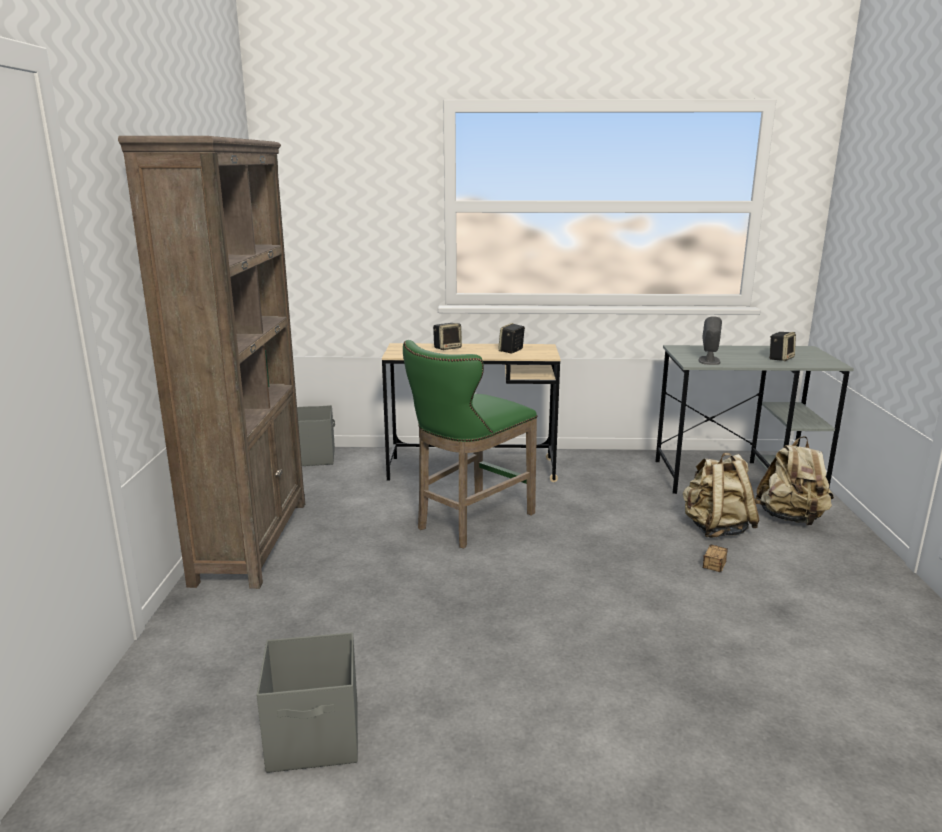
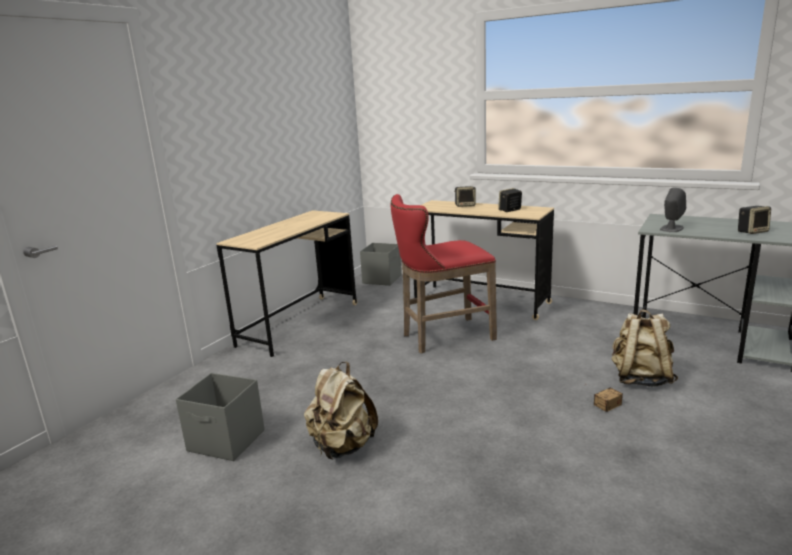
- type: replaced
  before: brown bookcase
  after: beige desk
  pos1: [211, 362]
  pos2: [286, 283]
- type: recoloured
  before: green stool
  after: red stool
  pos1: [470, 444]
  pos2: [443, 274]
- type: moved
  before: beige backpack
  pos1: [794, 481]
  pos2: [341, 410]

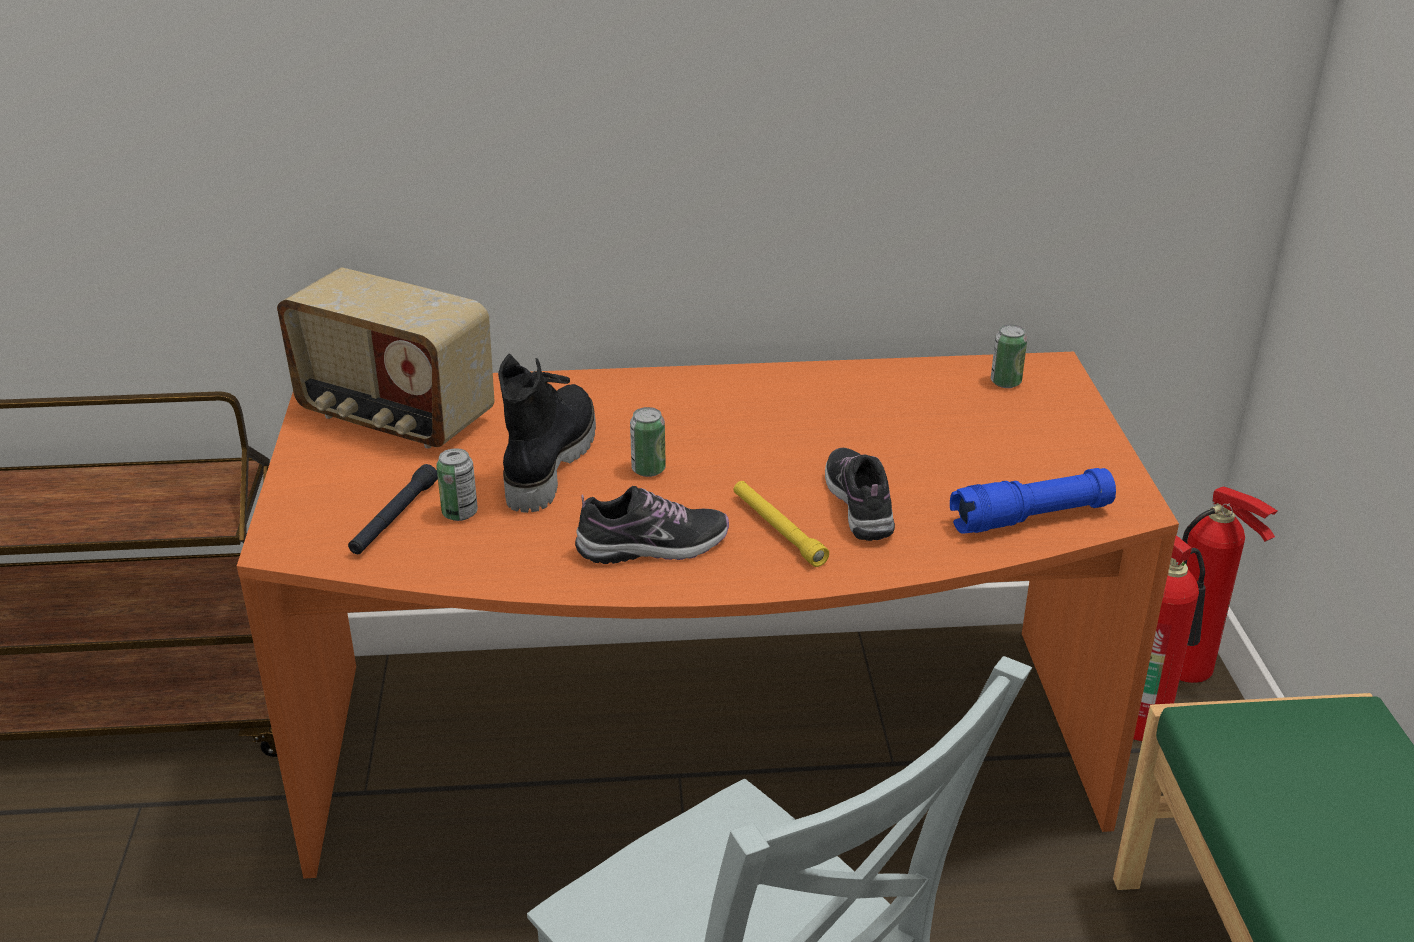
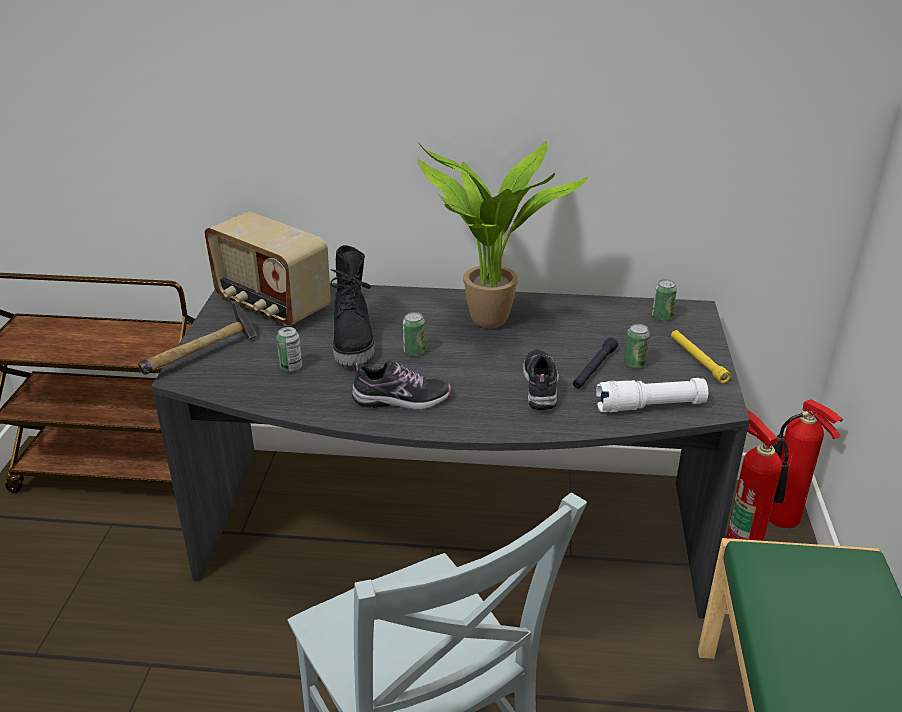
- type: recoloured
  before: orange desk
  after: grey desk
  pos1: [708, 615]
  pos2: [450, 451]
- type: moved
  before: black flashlight
  pos1: [393, 509]
  pos2: [595, 363]
- type: turned
  before: black boot
  pos1: [547, 433]
  pos2: [352, 305]
  turn: 150
- type: moved
  before: yellow flashlight
  pos1: [781, 524]
  pos2: [701, 356]
- type: recoloured
  before: blue flashlight
  after: white flashlight
  pos1: [1033, 501]
  pos2: [652, 395]
- type: added
  after: hammer
  pos2: [197, 338]
- type: added
  after: potted plant
  pos2: [503, 234]
- type: added
  after: can
  pos2: [637, 346]

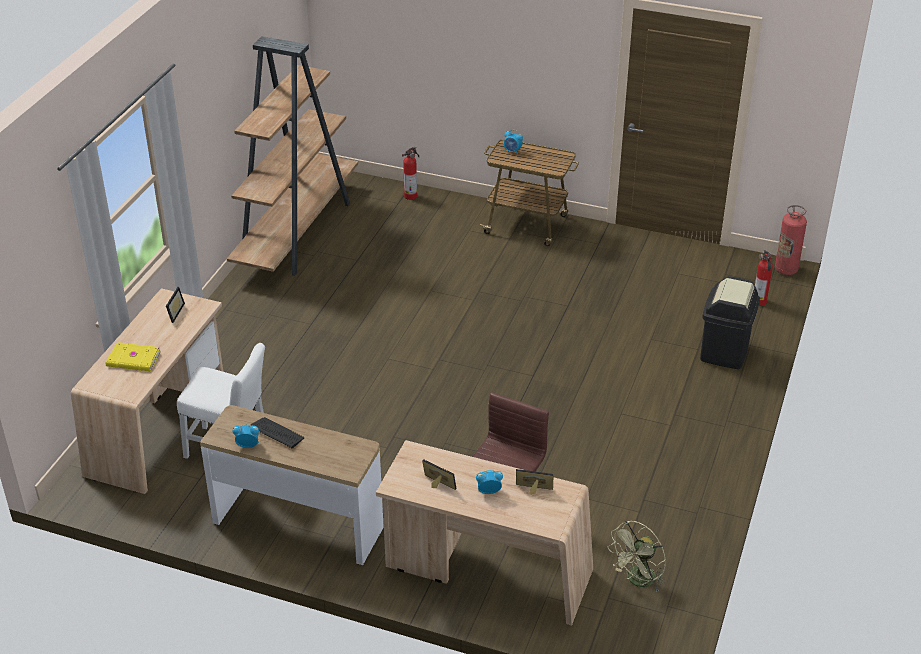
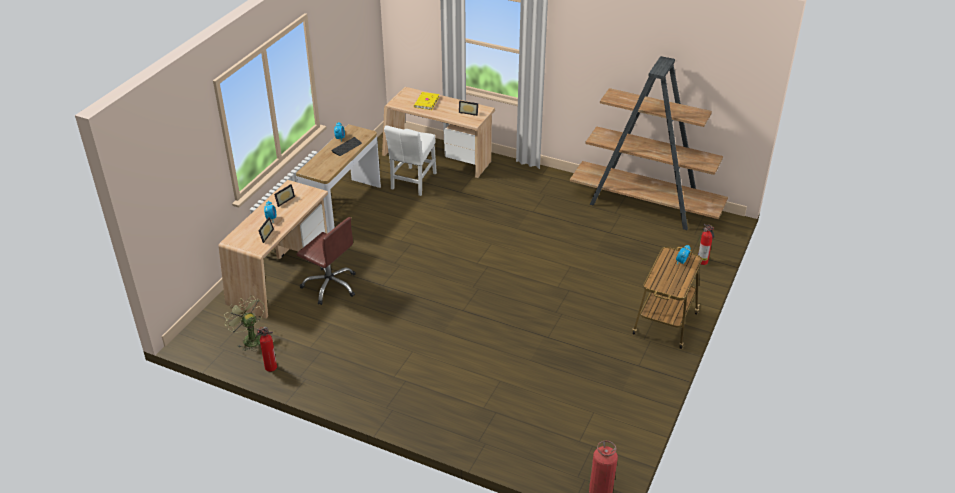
- type: removed
  before: black trash can
  pos1: [730, 322]
- type: moved
  before: fire extinguisher
  pos1: [764, 278]
  pos2: [266, 349]

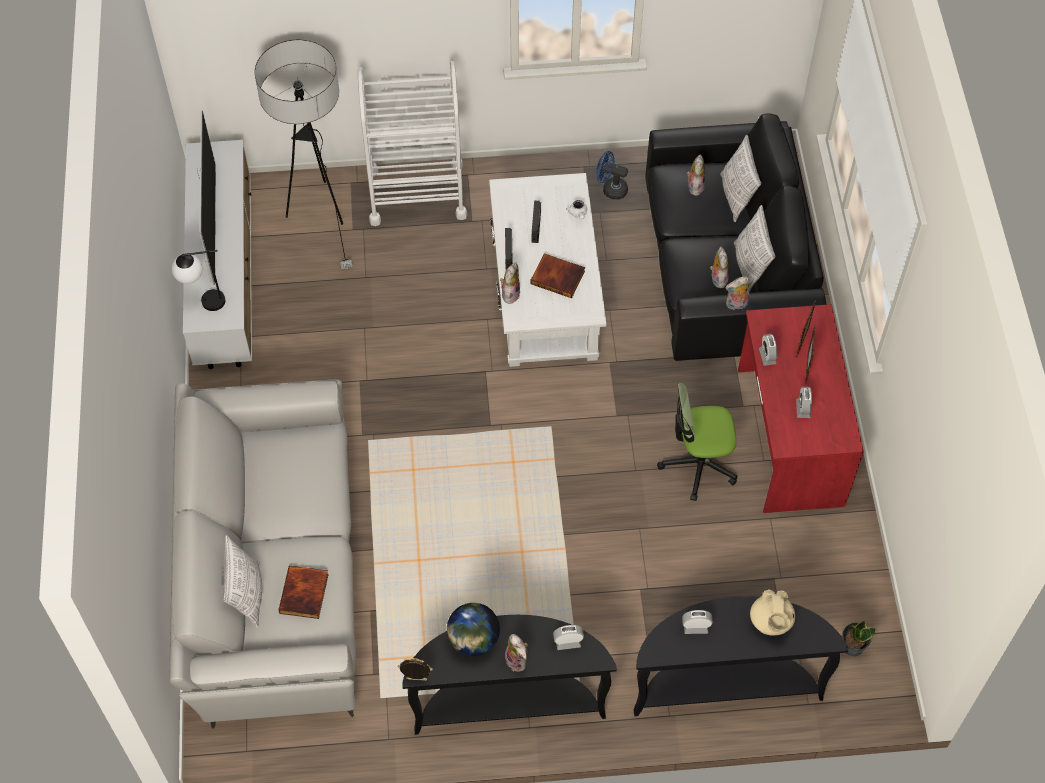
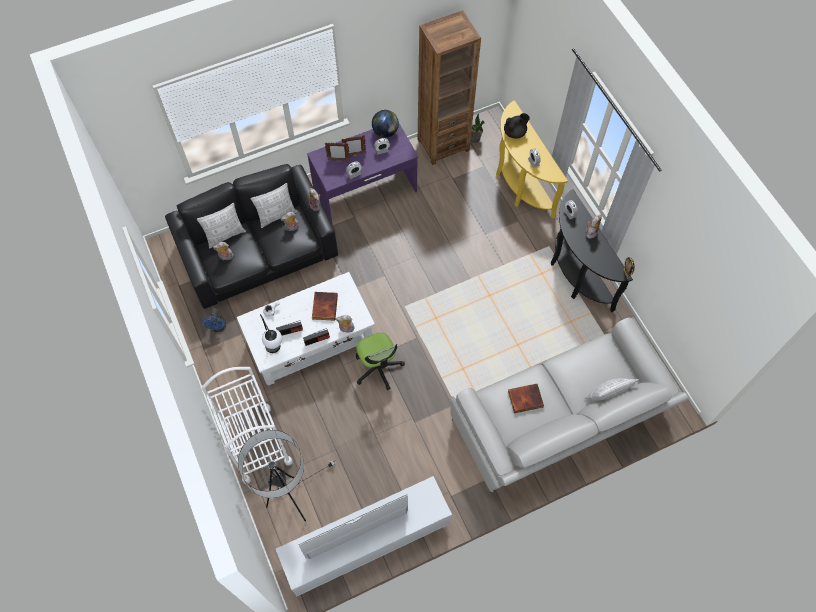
- type: moved
  before: table lamp
  pos1: [198, 280]
  pos2: [271, 333]
- type: moved
  before: book
  pos1: [304, 592]
  pos2: [526, 398]
- type: moved
  before: globe
  pos1: [473, 629]
  pos2: [385, 124]
- type: recoloured
  before: black console table
  after: yellow console table
  pos1: [740, 656]
  pos2: [532, 159]
- type: moved
  before: office chair
  pos1: [697, 442]
  pos2: [380, 361]
- type: recoloured
  before: red desk
  after: purple desk
  pos1: [801, 408]
  pos2: [362, 174]
- type: recoloured
  before: beige teapot
  after: black teapot
  pos1: [772, 612]
  pos2: [517, 126]
- type: added
  after: brown bookcase
  pos2: [449, 87]

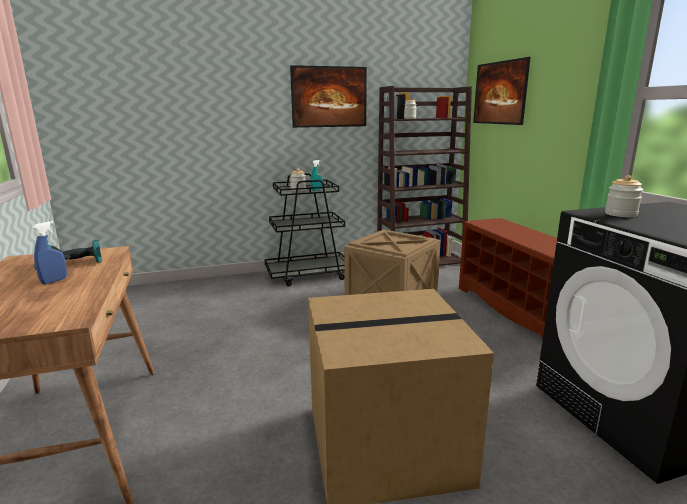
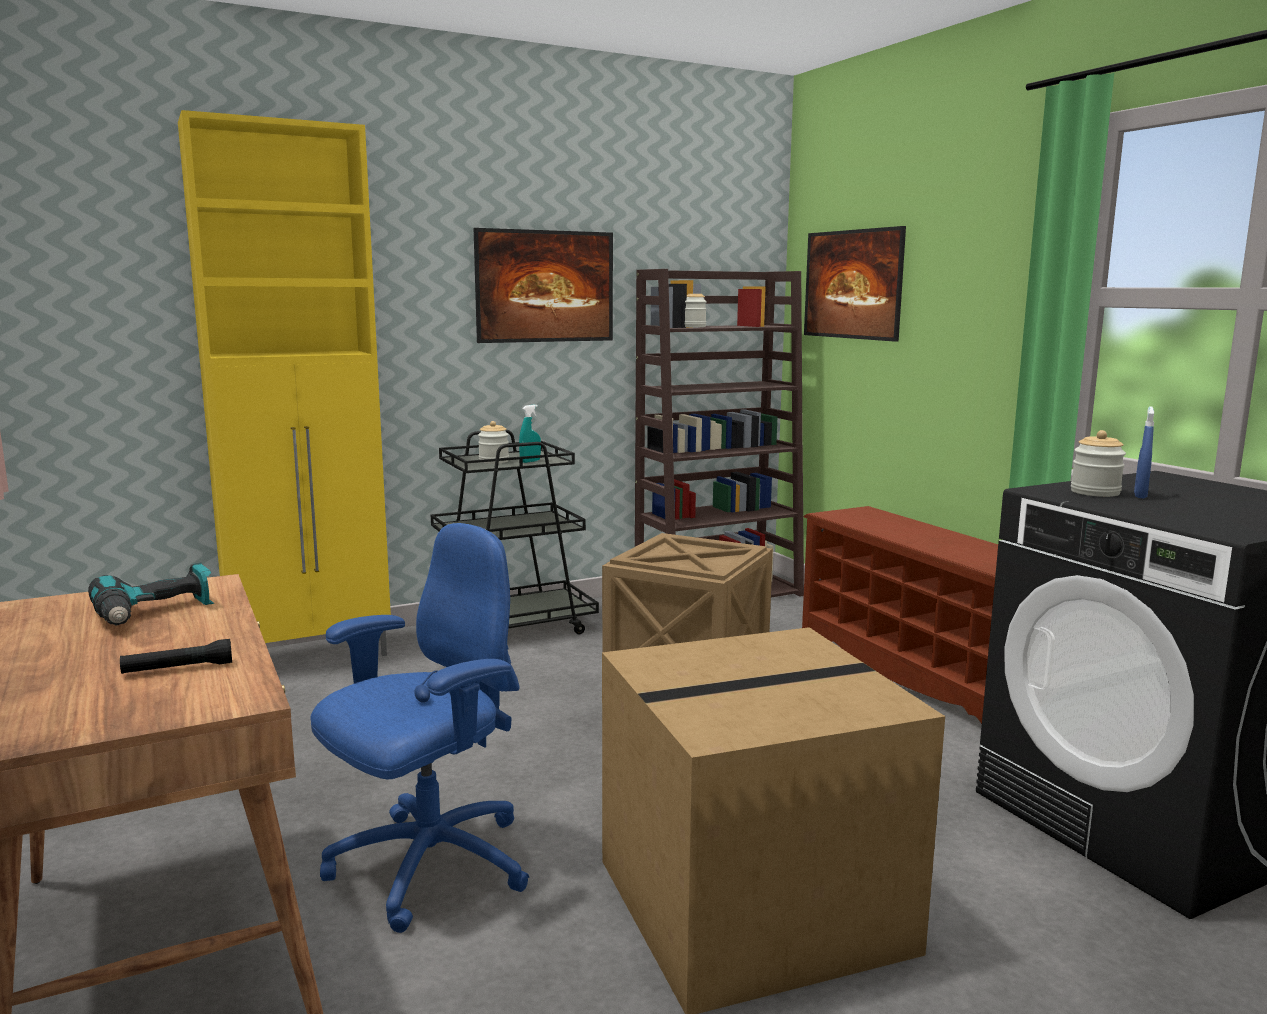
- type: moved
  before: blue spray bottle
  pos1: [49, 252]
  pos2: [1144, 452]
- type: added
  after: black flashlight
  pos2: [176, 656]
- type: added
  after: yellow cabinet
  pos2: [284, 383]
- type: added
  after: blue office chair
  pos2: [420, 728]

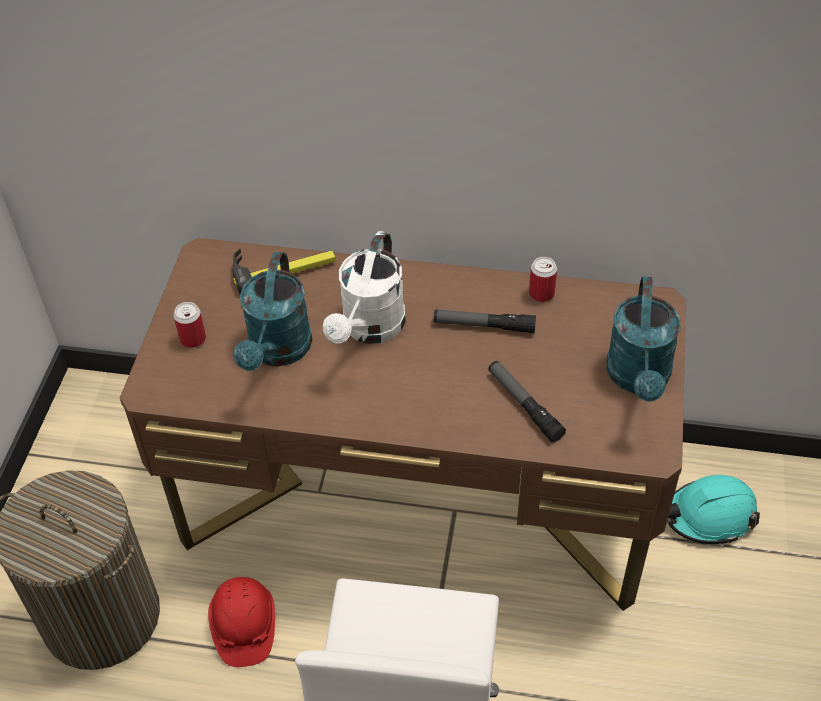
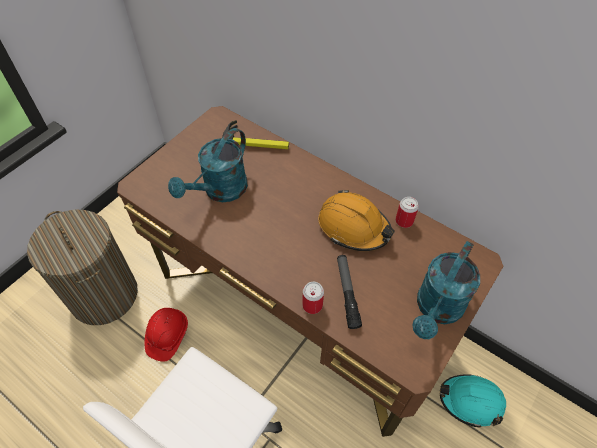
- type: moved
  before: can
  pos1: [189, 325]
  pos2: [313, 298]
- type: removed
  before: white watering can
  pos1: [364, 287]
- type: replaced
  before: flashlight
  after: orange hard hat
  pos1: [485, 321]
  pos2: [356, 220]

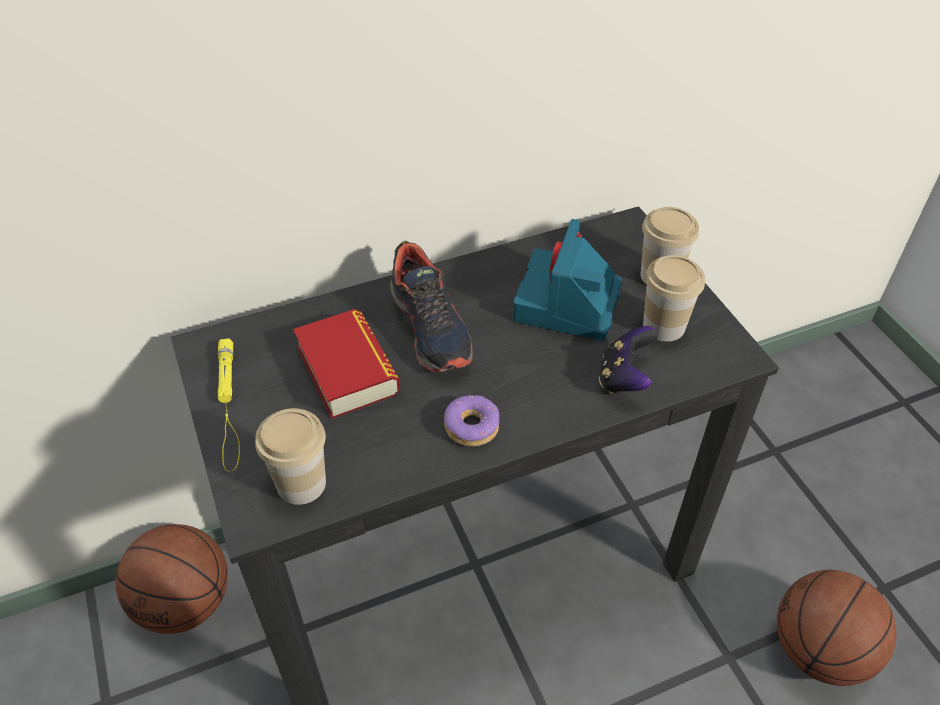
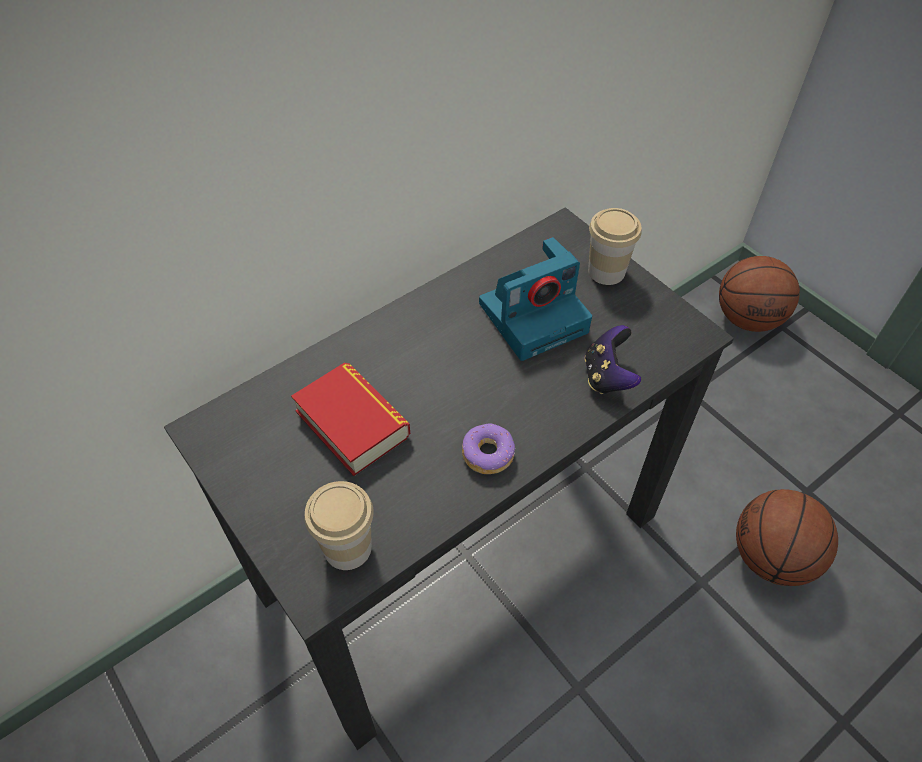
- type: moved
  before: basketball
  pos1: [172, 579]
  pos2: [759, 294]
- type: removed
  before: yellow flashlight
  pos1: [228, 404]
- type: removed
  before: shoe
  pos1: [431, 307]
- type: turned
  before: photo camera
  pos1: [567, 280]
  pos2: [535, 299]
  turn: -120
- type: removed
  before: cup
  pos1: [674, 298]

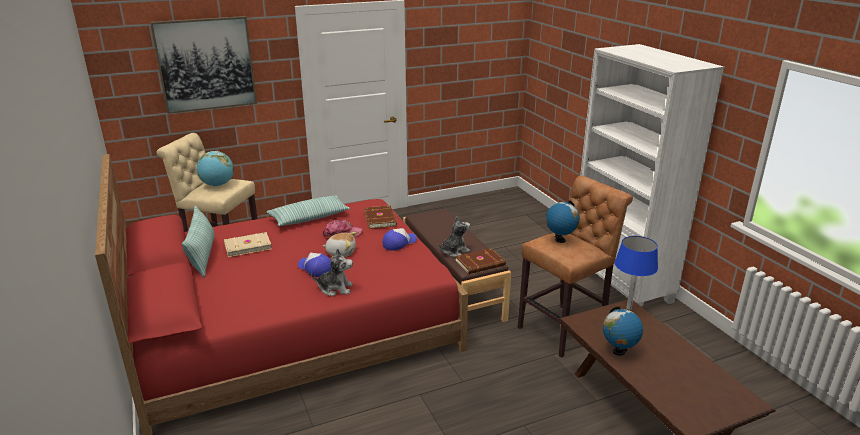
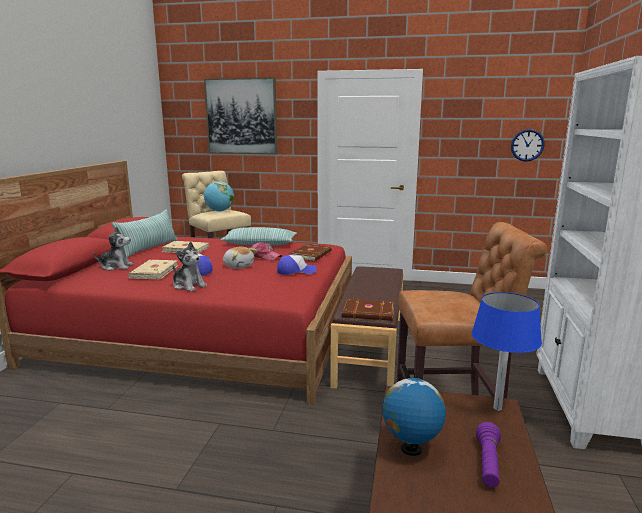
- type: moved
  before: plush toy
  pos1: [454, 236]
  pos2: [113, 249]
- type: removed
  before: globe
  pos1: [563, 221]
- type: added
  after: beige book
  pos2: [153, 269]
- type: added
  after: purple flashlight
  pos2: [488, 454]
- type: added
  after: wall clock
  pos2: [528, 145]

